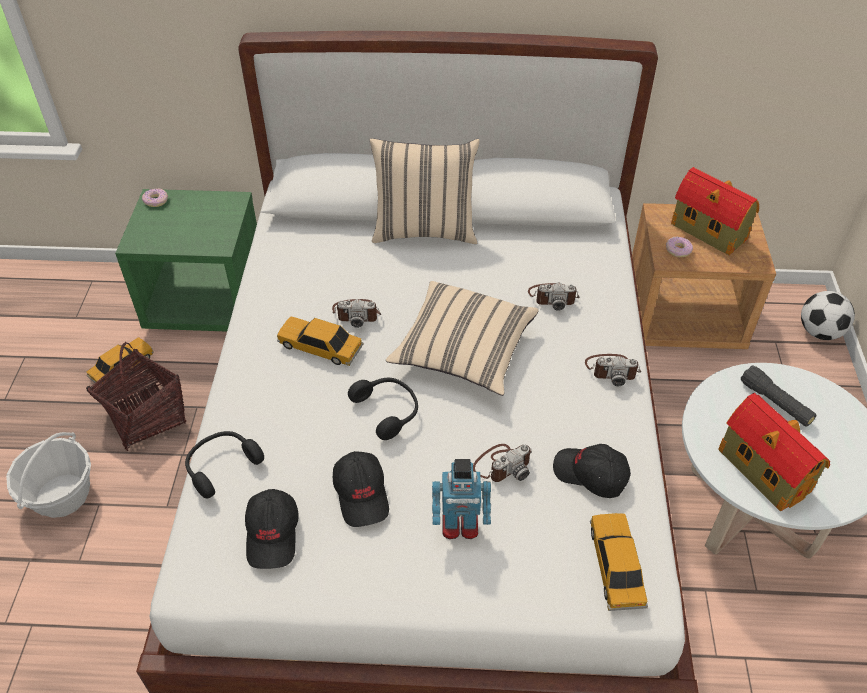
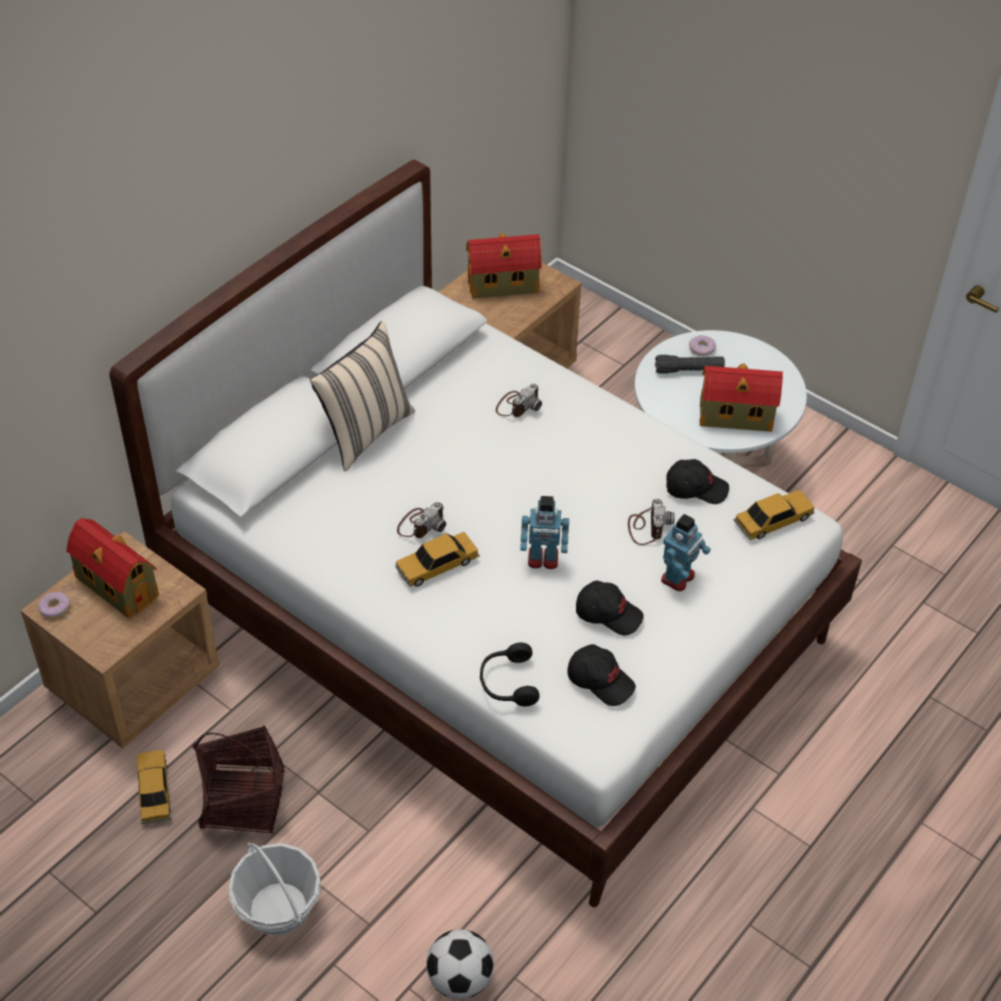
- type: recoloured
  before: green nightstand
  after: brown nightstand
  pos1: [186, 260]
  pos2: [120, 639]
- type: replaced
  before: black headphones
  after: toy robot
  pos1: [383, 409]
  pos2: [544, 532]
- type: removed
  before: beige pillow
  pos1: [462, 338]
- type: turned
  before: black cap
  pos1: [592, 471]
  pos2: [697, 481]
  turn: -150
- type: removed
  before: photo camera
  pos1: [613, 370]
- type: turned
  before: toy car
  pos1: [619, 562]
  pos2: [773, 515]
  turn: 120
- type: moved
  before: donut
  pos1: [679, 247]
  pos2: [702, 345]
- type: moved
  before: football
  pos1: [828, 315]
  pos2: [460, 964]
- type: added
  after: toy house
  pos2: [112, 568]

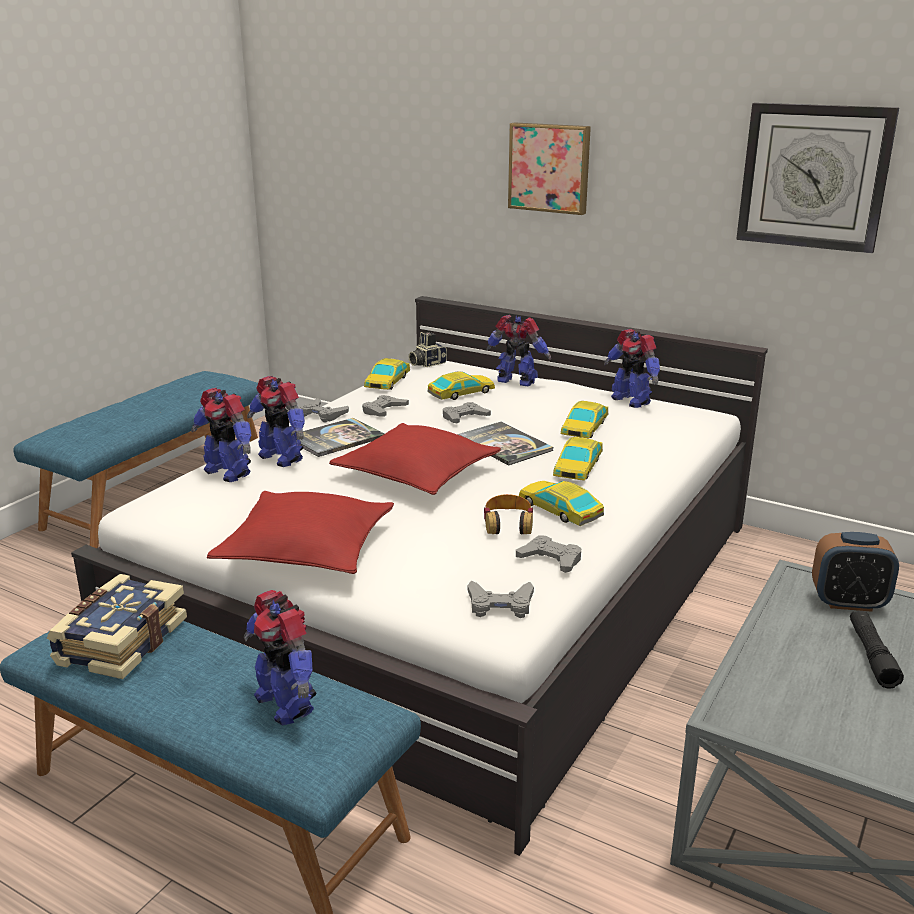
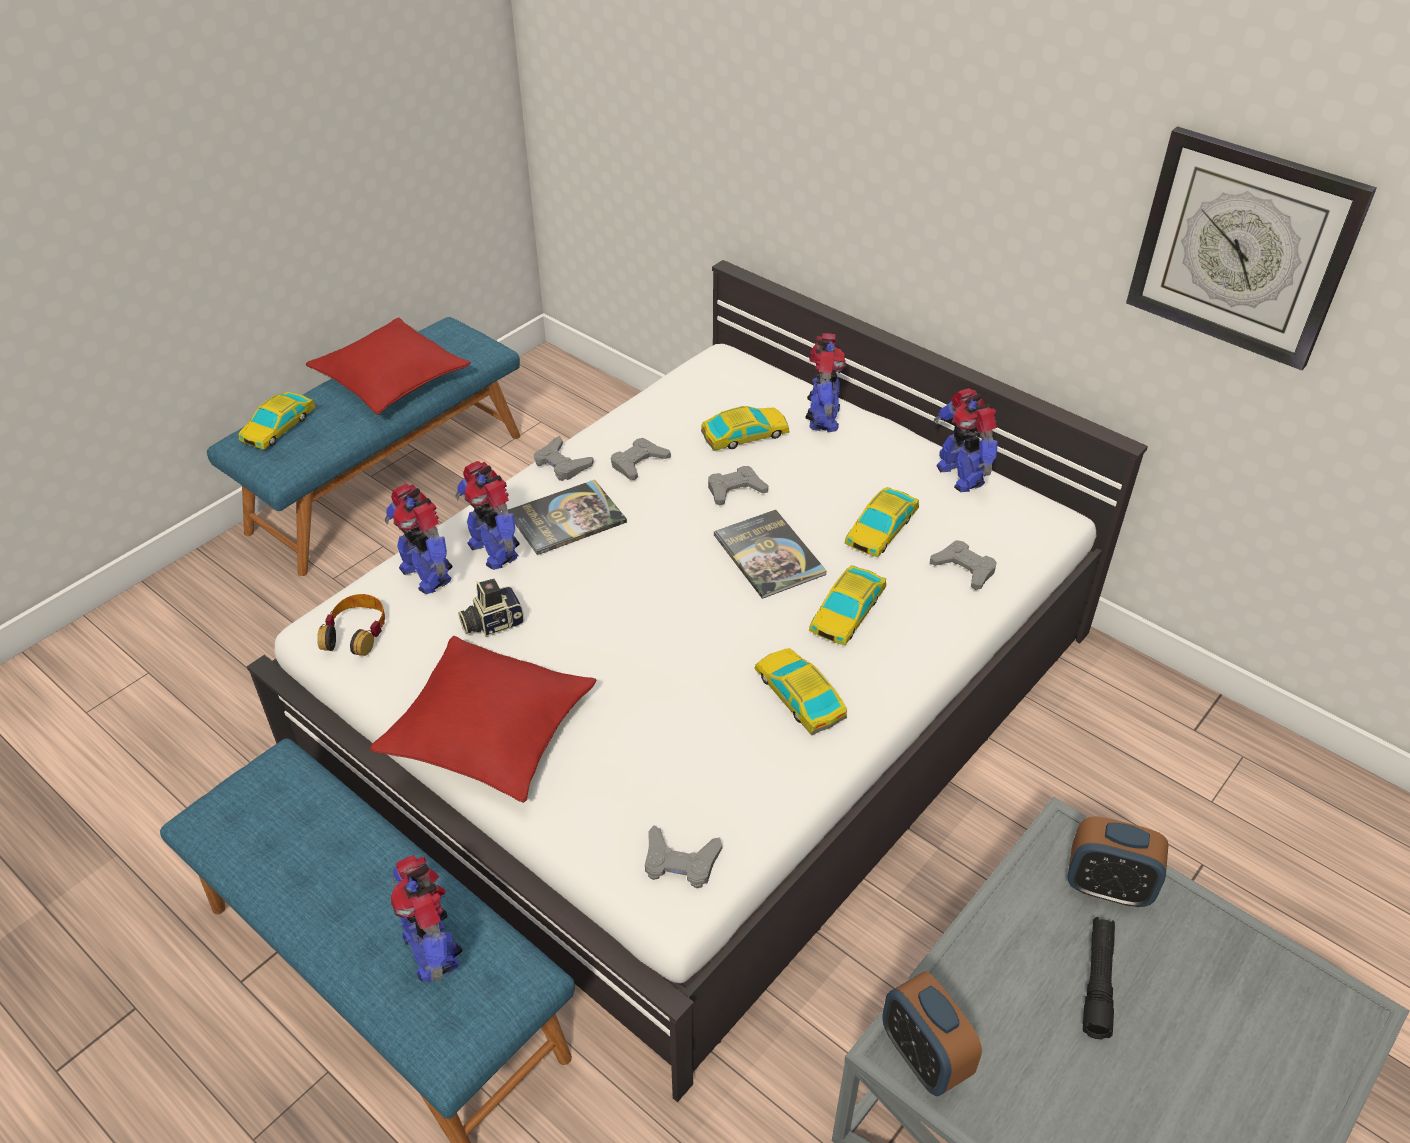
- type: removed
  before: book
  pos1: [116, 626]
- type: moved
  before: red pillow
  pos1: [415, 459]
  pos2: [388, 366]
- type: moved
  before: toy car
  pos1: [387, 374]
  pos2: [277, 420]
- type: moved
  before: photo camera
  pos1: [428, 349]
  pos2: [491, 608]
- type: moved
  before: headphones
  pos1: [508, 514]
  pos2: [351, 625]
- type: turned
  before: toy robot
  pos1: [519, 350]
  pos2: [826, 382]
  turn: 60
- type: removed
  before: picture
  pos1: [549, 168]
- type: moved
  before: grey game controller
  pos1: [548, 554]
  pos2: [963, 565]
- type: added
  after: alarm clock
  pos2: [932, 1033]

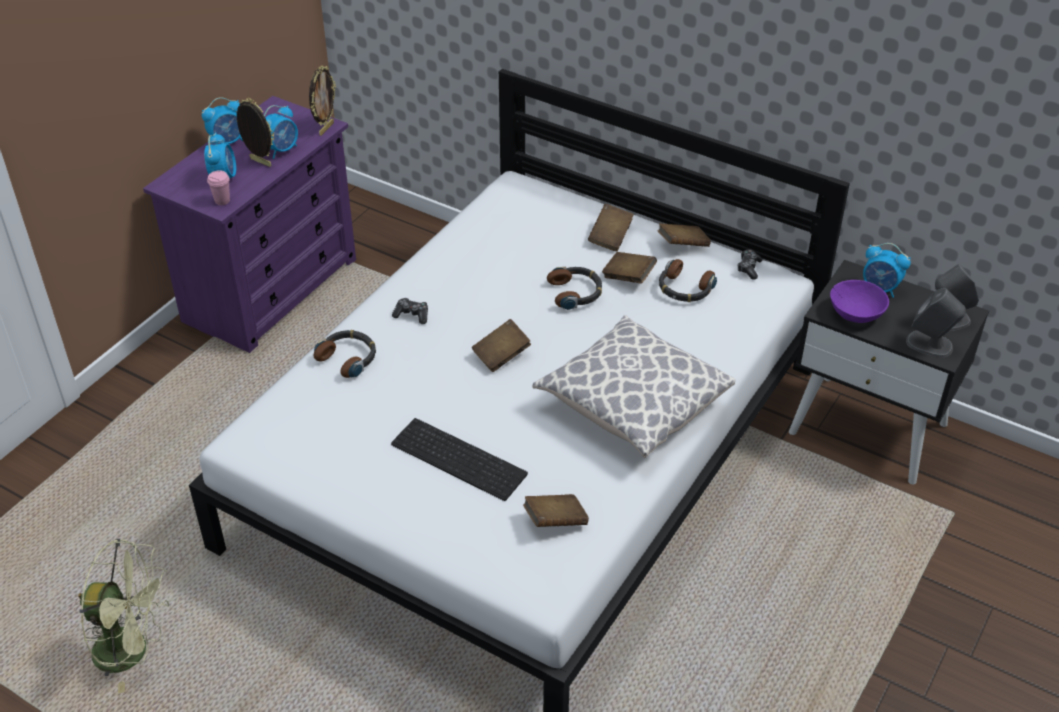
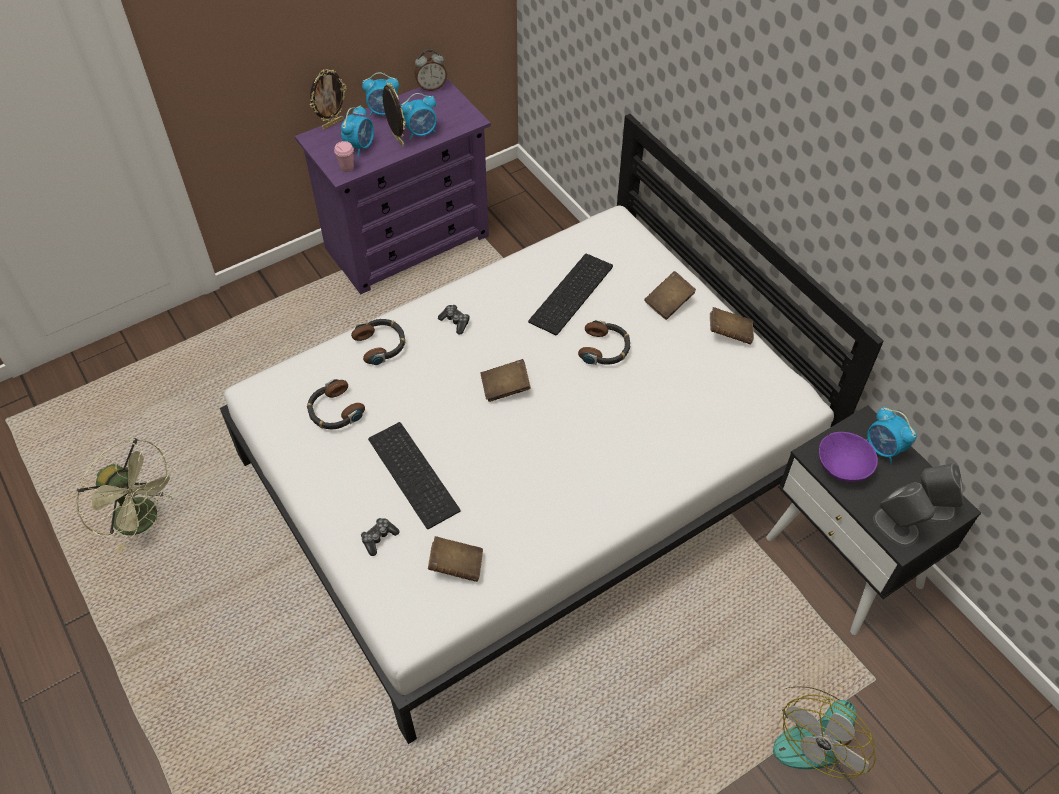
- type: moved
  before: picture frame
  pos1: [322, 101]
  pos2: [328, 99]
- type: removed
  before: pillow
  pos1: [634, 386]
- type: removed
  before: brown book
  pos1: [629, 268]
- type: moved
  before: headphones
  pos1: [688, 280]
  pos2: [336, 404]
- type: moved
  before: game controller
  pos1: [750, 264]
  pos2: [380, 537]
- type: added
  after: alarm clock
  pos2: [430, 70]
- type: added
  after: keyboard
  pos2: [570, 294]
- type: added
  after: fan
  pos2: [824, 732]

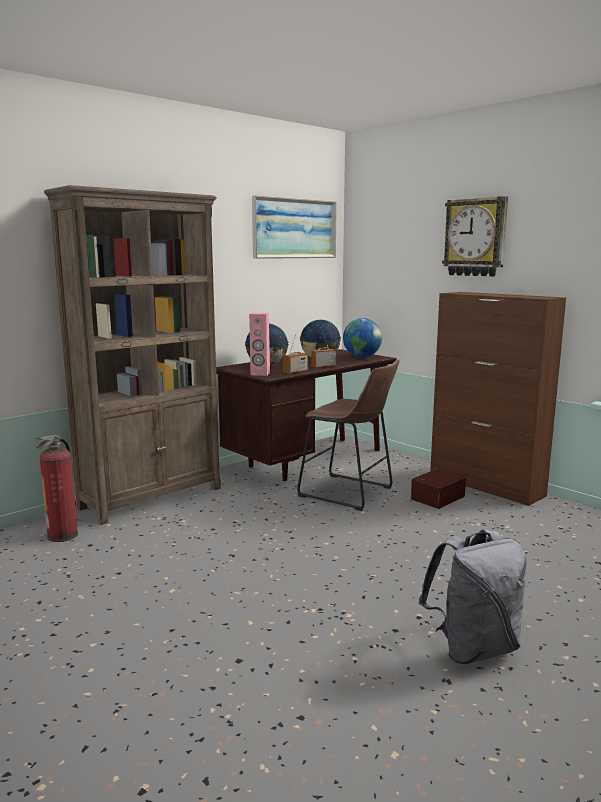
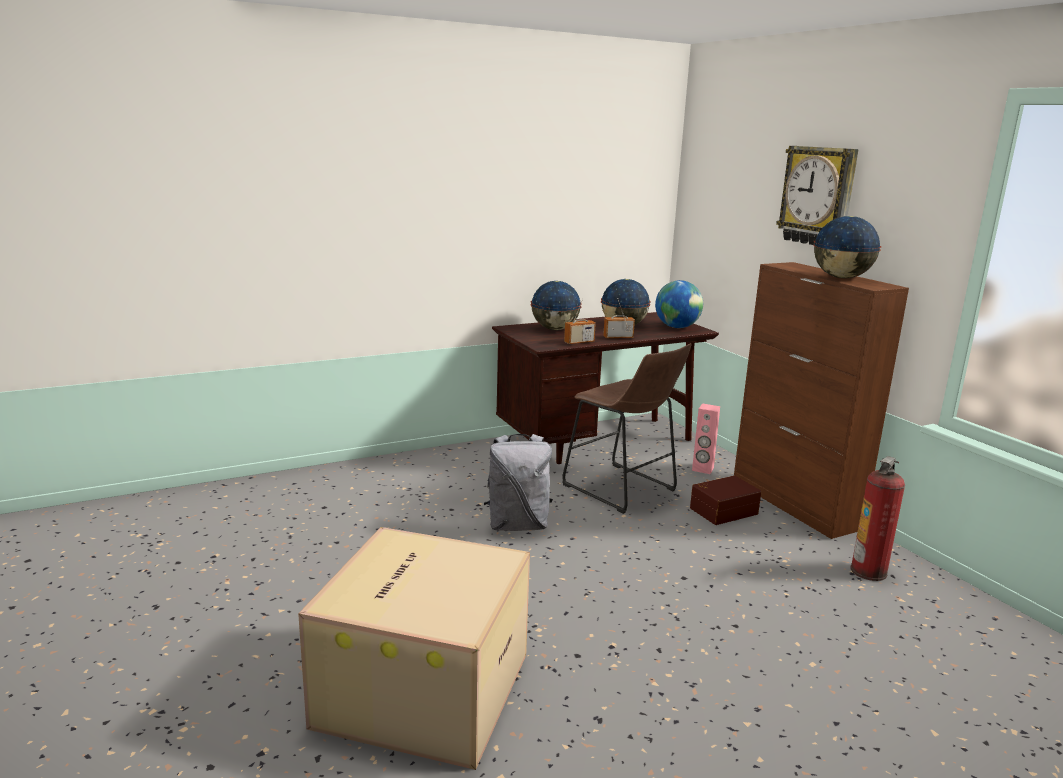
- type: moved
  before: fire extinguisher
  pos1: [56, 488]
  pos2: [878, 518]
- type: removed
  before: brown bookcase
  pos1: [132, 355]
- type: moved
  before: pink speaker
  pos1: [259, 344]
  pos2: [706, 438]
- type: removed
  before: picture
  pos1: [294, 227]
- type: moved
  before: grey backpack
  pos1: [473, 596]
  pos2: [518, 482]
- type: added
  after: cardboard box
  pos2: [414, 648]
- type: added
  after: globe
  pos2: [847, 247]

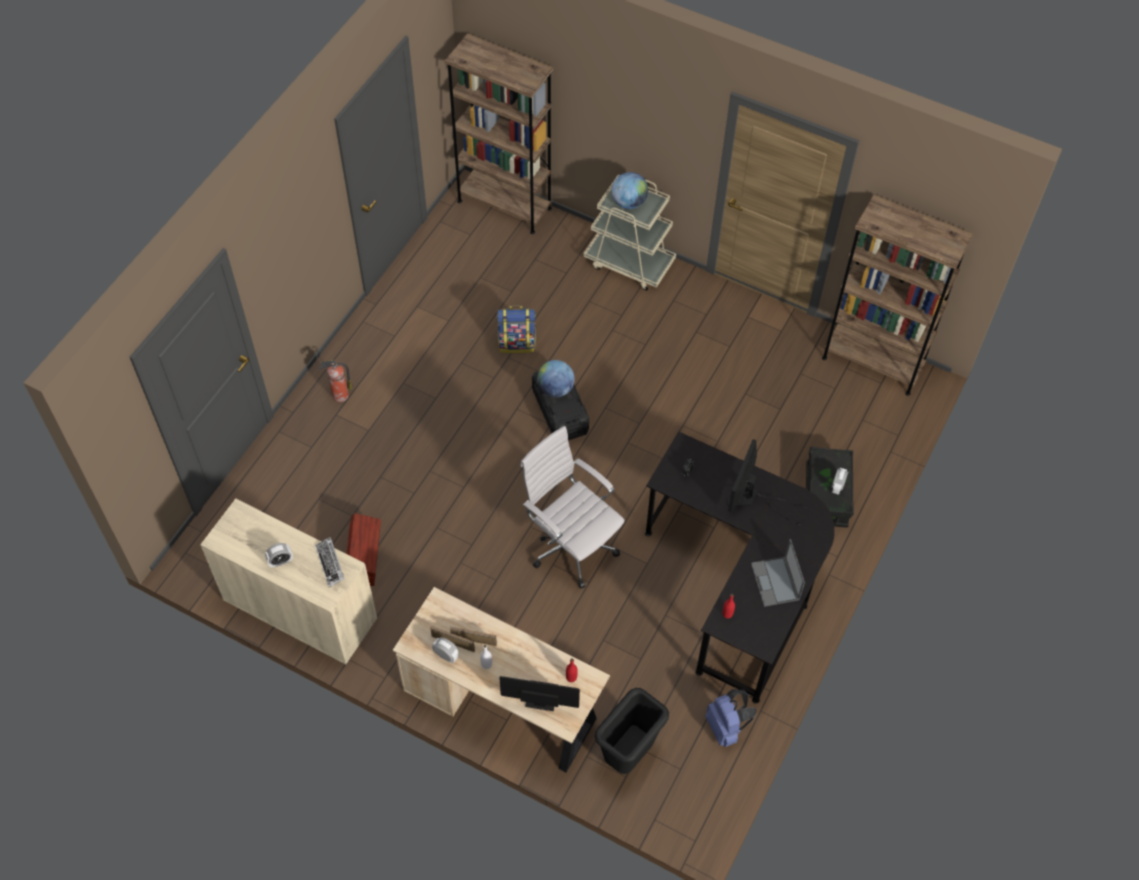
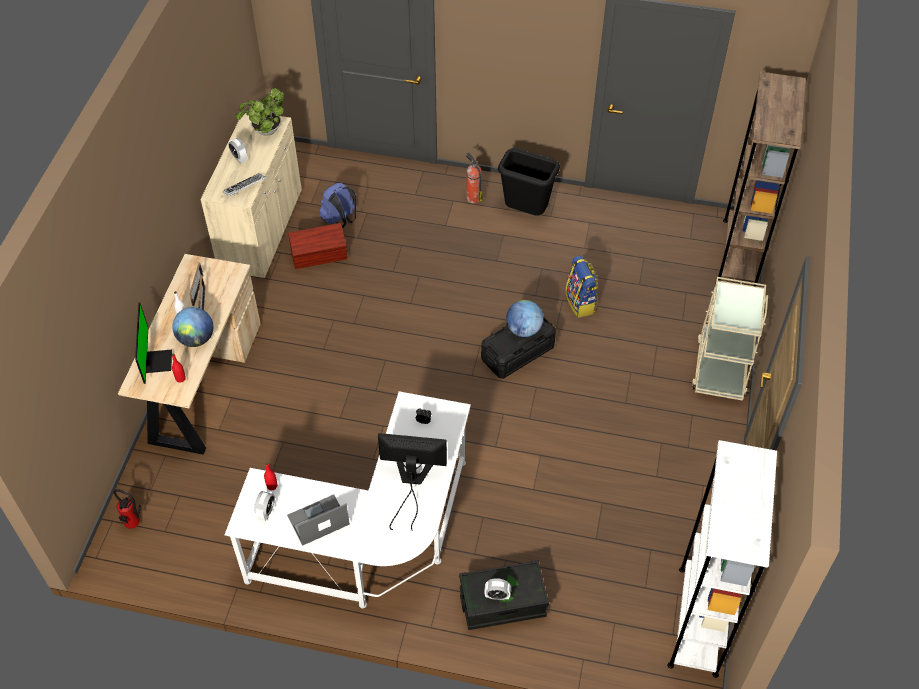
- type: moved
  before: alarm clock
  pos1: [445, 650]
  pos2: [264, 505]
- type: removed
  before: white office chair
  pos1: [572, 507]
- type: moved
  before: black trash can
  pos1: [632, 731]
  pos2: [529, 182]
- type: moved
  before: globe
  pos1: [630, 190]
  pos2: [192, 327]
- type: recoloured
  before: black desk
  after: white desk
  pos1: [740, 567]
  pos2: [348, 499]
- type: moved
  before: blue backpack
  pos1: [731, 718]
  pos2: [338, 205]
- type: recoloured
  before: brown bookcase
  after: white bookcase
  pos1: [897, 295]
  pos2: [722, 559]
- type: added
  after: fire extinguisher
  pos2: [127, 509]
- type: added
  after: potted plant
  pos2: [260, 112]

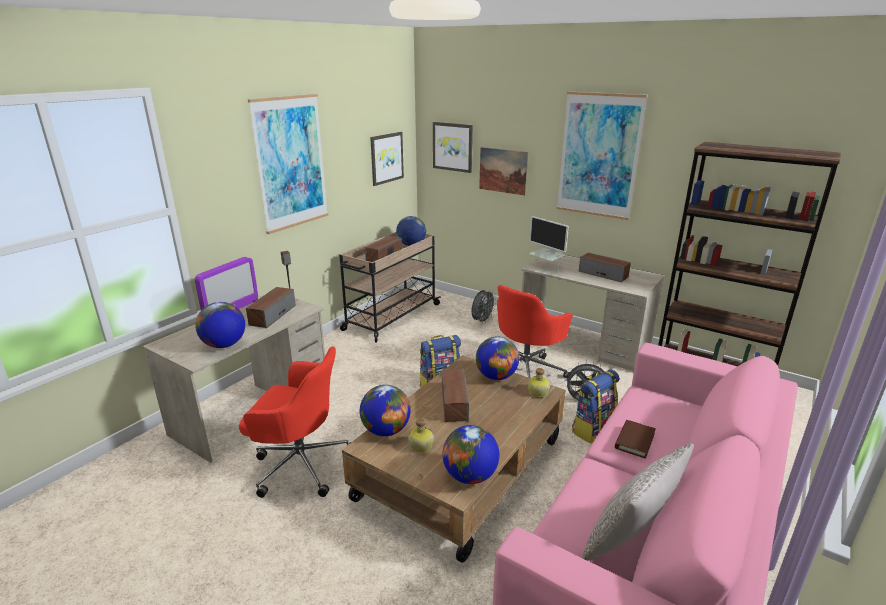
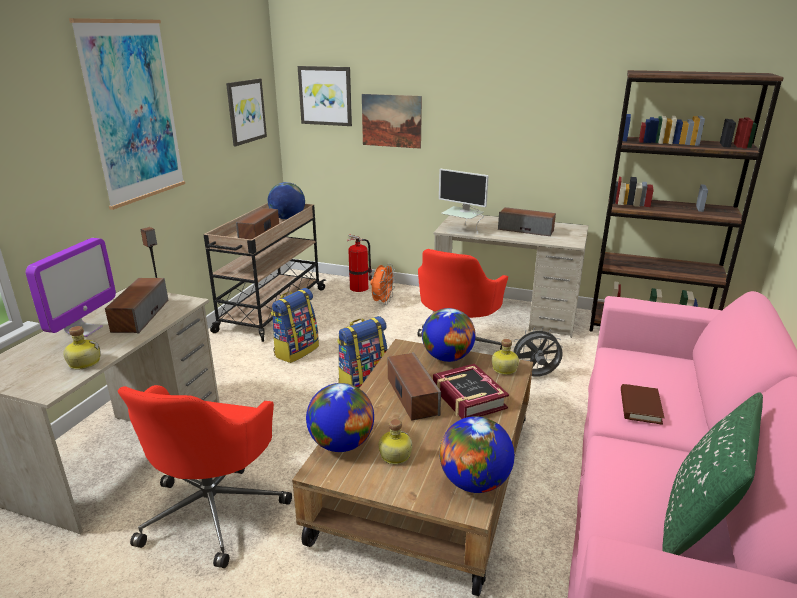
- type: replaced
  before: globe
  after: bottle
  pos1: [220, 325]
  pos2: [82, 348]
- type: turned
  before: red office chair
  pos1: [295, 422]
  pos2: [205, 476]
  turn: 105
- type: recoloured
  before: grey fan
  after: orange fan
  pos1: [484, 307]
  pos2: [383, 284]
- type: removed
  before: picture
  pos1: [602, 156]
- type: moved
  before: backpack
  pos1: [595, 406]
  pos2: [295, 325]
- type: recoloured
  before: grey pillow
  after: green pillow
  pos1: [638, 502]
  pos2: [712, 473]
- type: added
  after: fire extinguisher
  pos2: [360, 263]
- type: added
  after: book
  pos2: [471, 391]

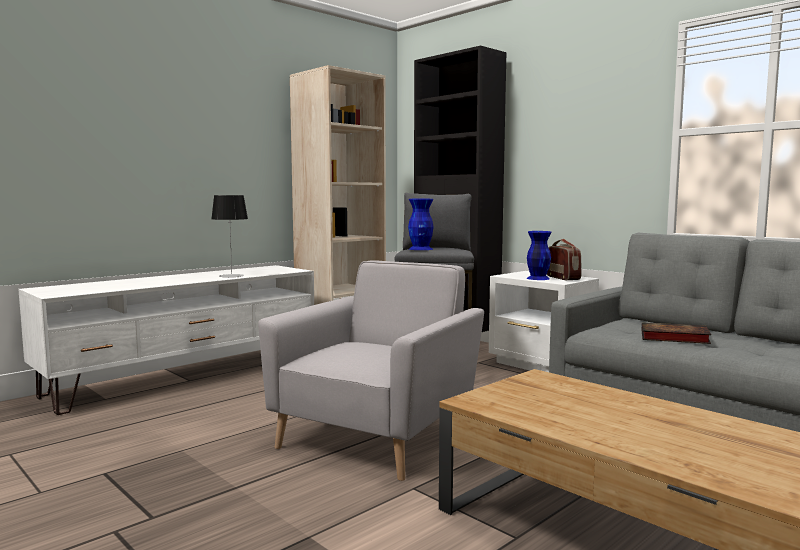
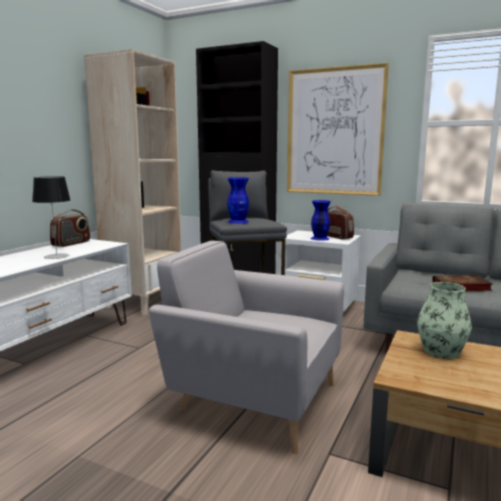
- type: turned
  before: grey armchair
  pos1: [371, 370]
  pos2: [246, 347]
  turn: -75
- type: added
  after: radio
  pos2: [70, 228]
- type: added
  after: picture
  pos2: [338, 129]
- type: added
  after: vase
  pos2: [444, 320]

